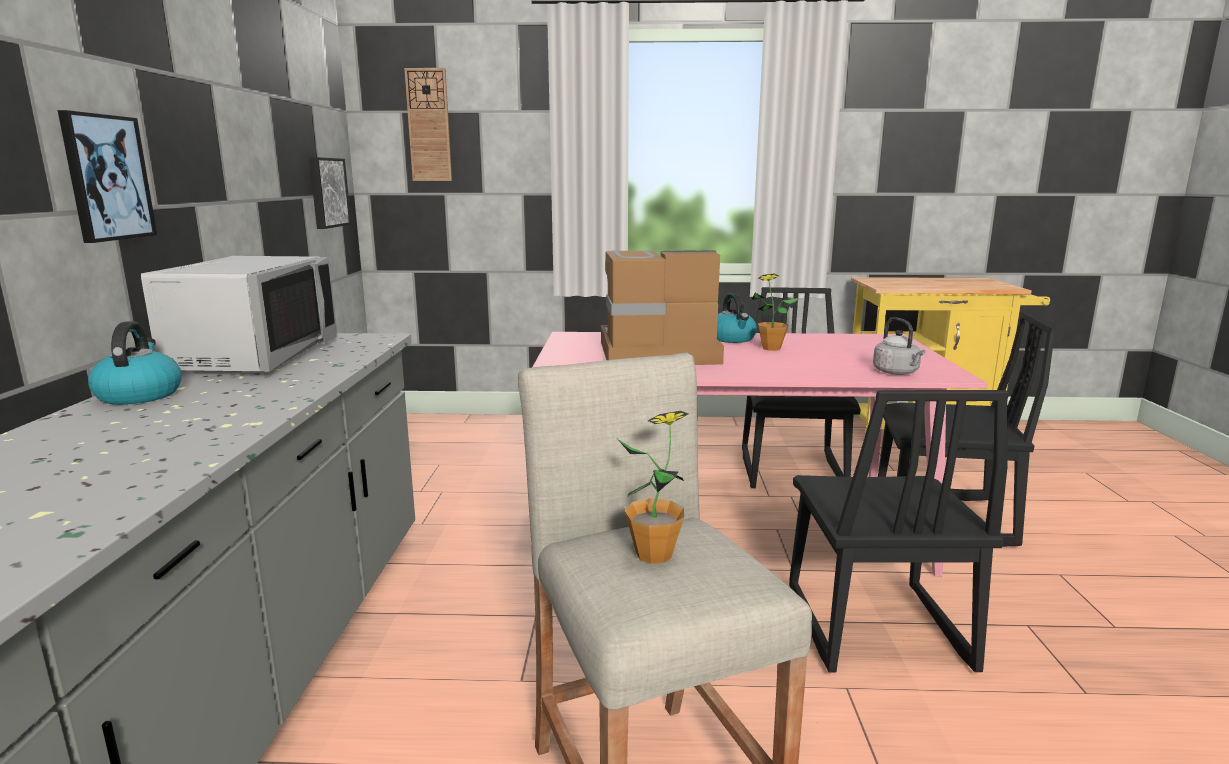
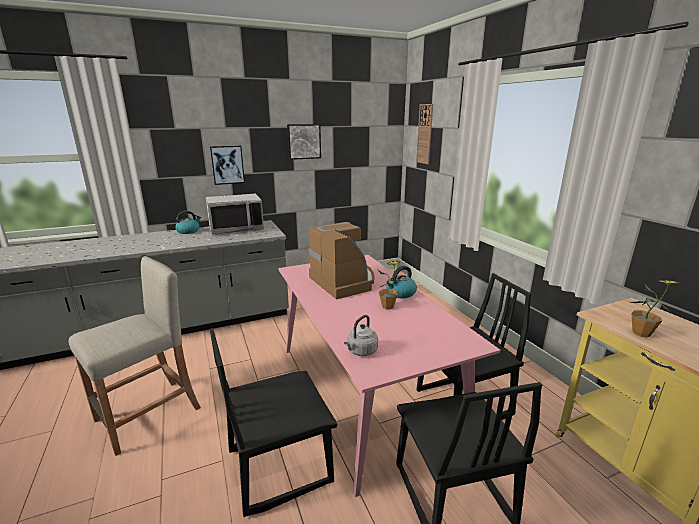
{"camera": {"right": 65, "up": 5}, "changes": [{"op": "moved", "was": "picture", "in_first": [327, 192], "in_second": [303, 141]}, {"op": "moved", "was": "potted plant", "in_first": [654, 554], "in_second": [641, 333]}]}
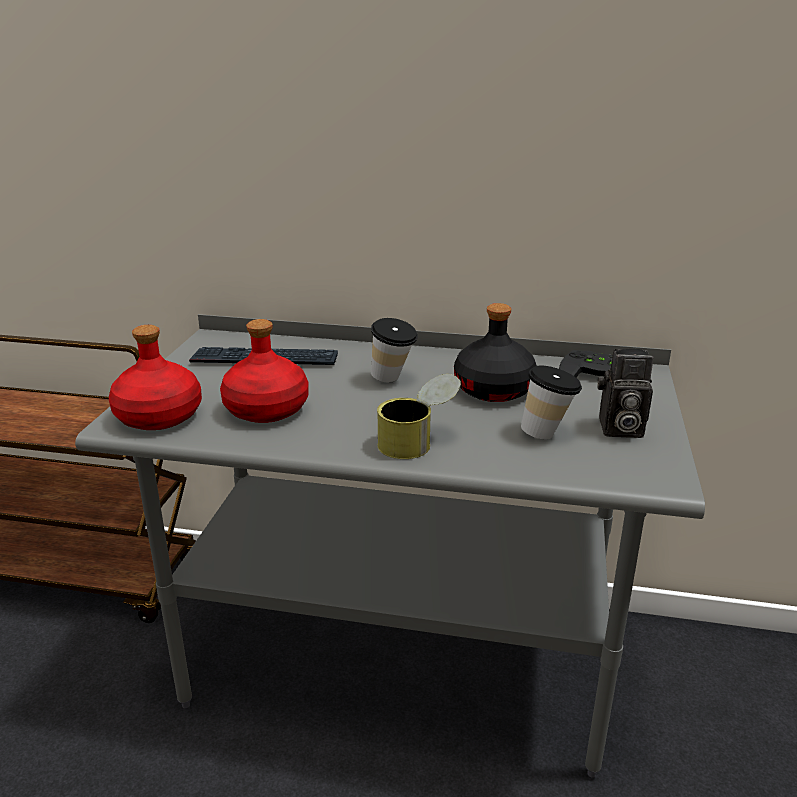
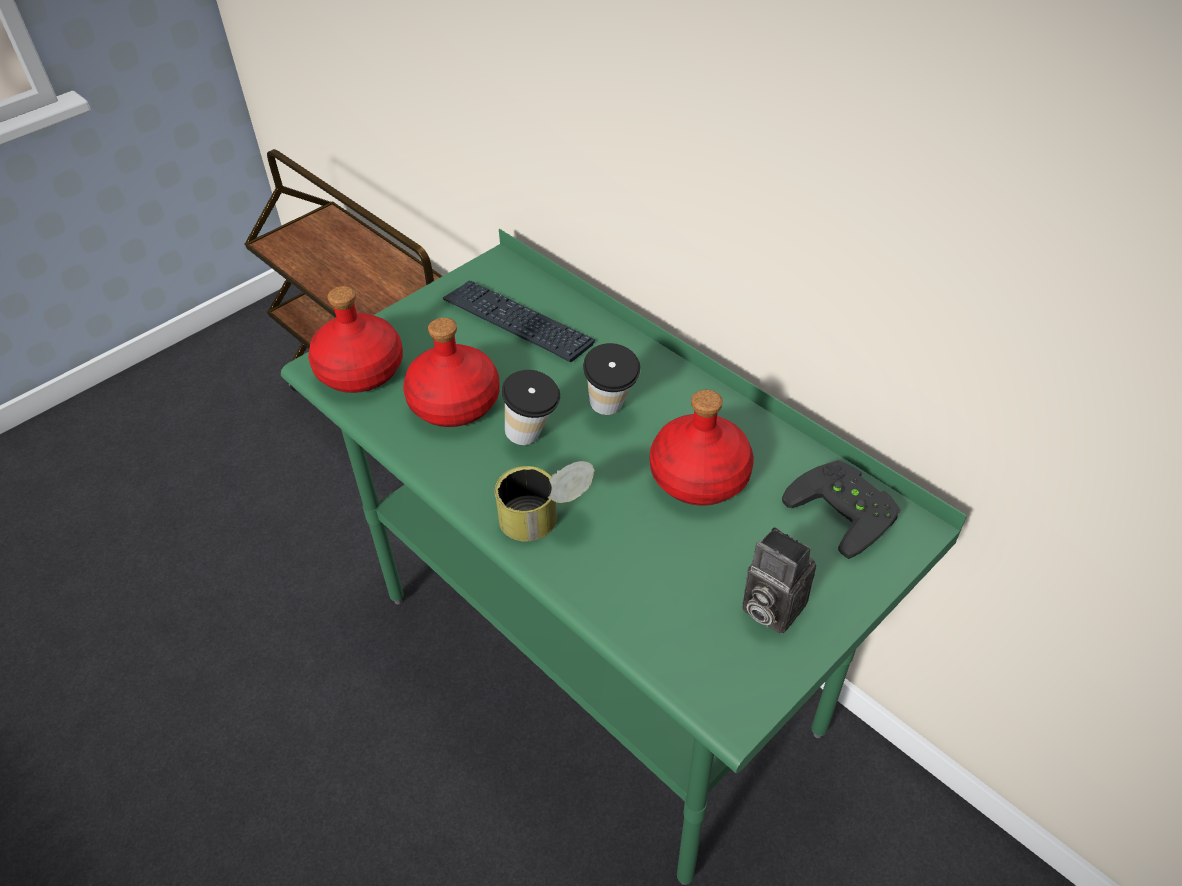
{"camera": {"right": 35, "up": 20}, "changes": [{"op": "recoloured", "was": "desk in grey", "now": "desk in green", "in_first": [399, 664], "in_second": [597, 662]}, {"op": "moved", "was": "cup", "in_first": [547, 433], "in_second": [533, 438]}, {"op": "recoloured", "was": "bottle in black", "now": "bottle in red", "in_first": [494, 389], "in_second": [700, 477]}]}
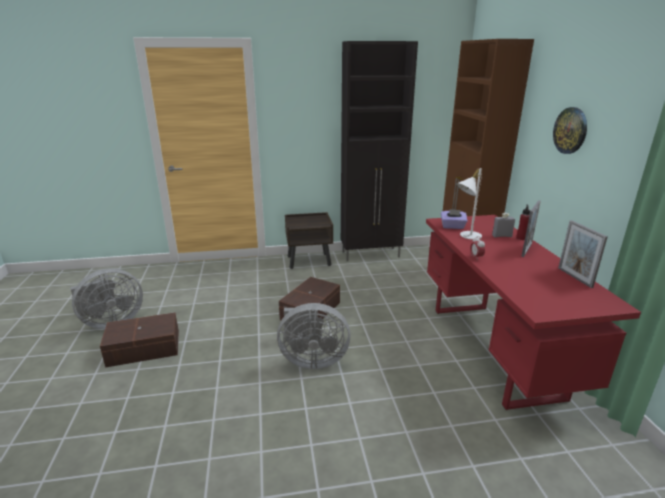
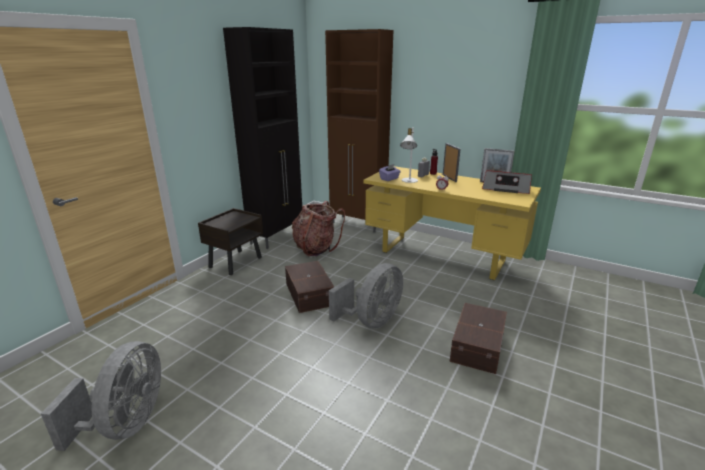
{"camera": {"right": -50, "up": 0}, "changes": [{"op": "added", "now": "backpack", "in_second": [316, 248]}, {"op": "recoloured", "was": "desk in red", "now": "desk in yellow", "in_first": [493, 349], "in_second": [443, 256]}, {"op": "moved", "was": "storage box in brown", "in_first": [144, 349], "in_second": [478, 346]}, {"op": "added", "now": "radio", "in_second": [505, 188]}, {"op": "removed", "was": "wall clock", "in_first": [570, 130]}]}
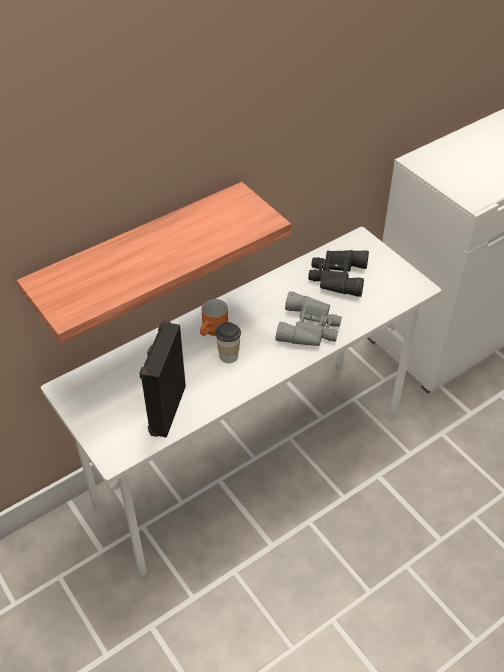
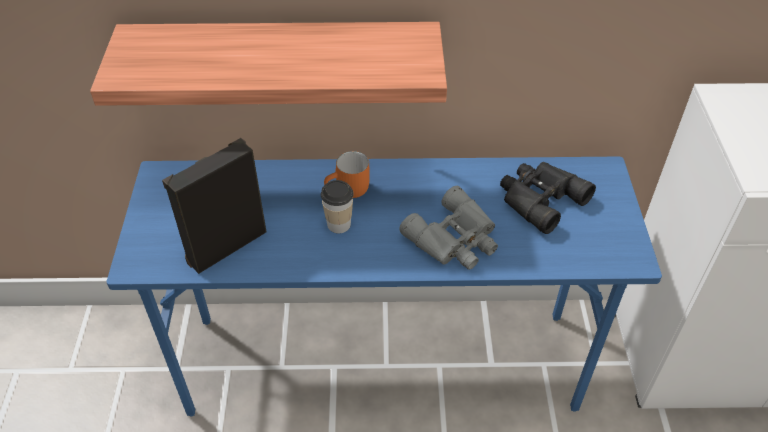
{"camera": {"right": 35, "up": 0}, "changes": [{"op": "recoloured", "was": "desk in white", "now": "desk in blue", "in_first": [251, 457], "in_second": [384, 362]}]}
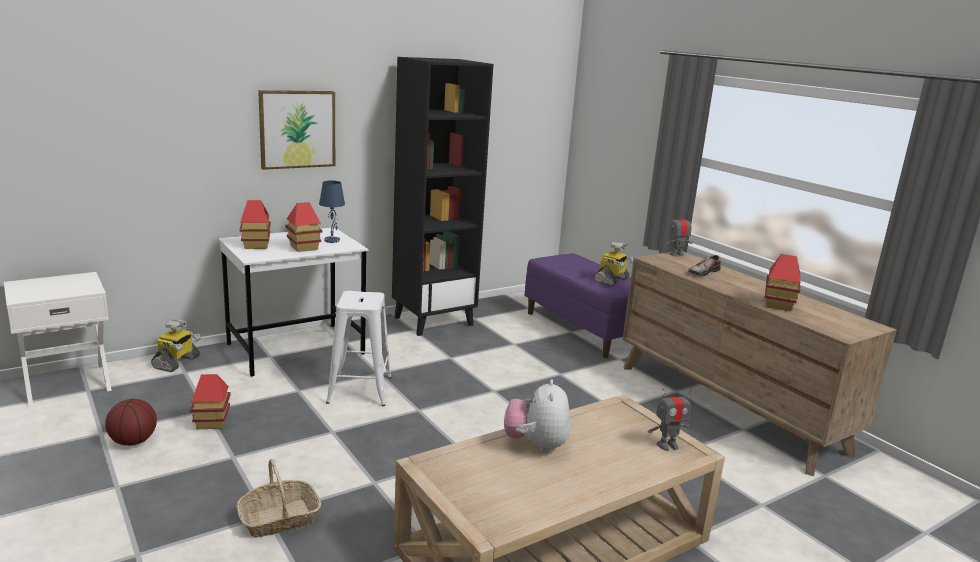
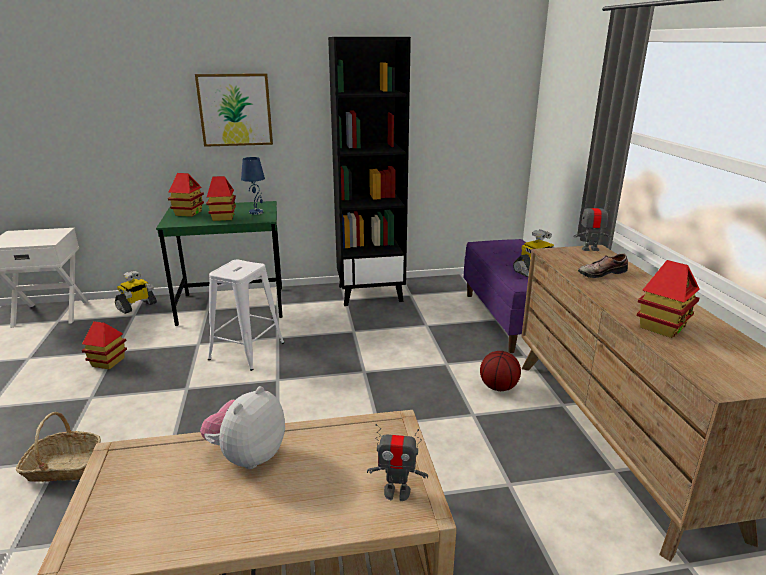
{"camera": {"right": 25, "up": 5}, "changes": [{"op": "recoloured", "was": "desk in white", "now": "desk in green", "in_first": [296, 349], "in_second": [233, 306]}, {"op": "moved", "was": "basketball", "in_first": [133, 442], "in_second": [498, 387]}]}
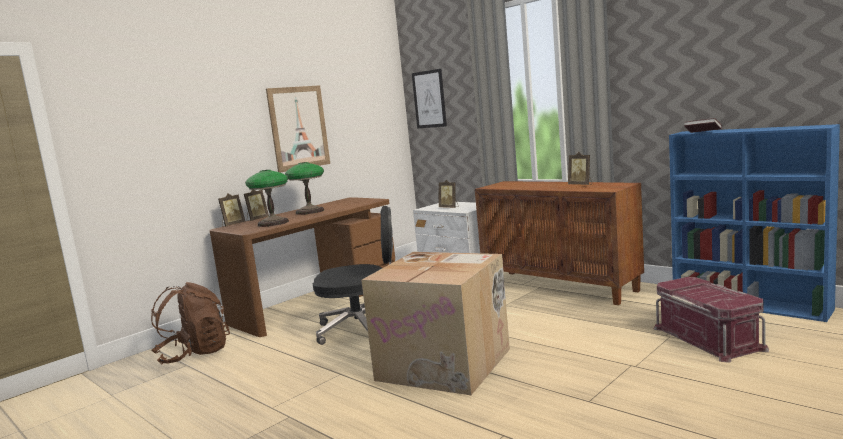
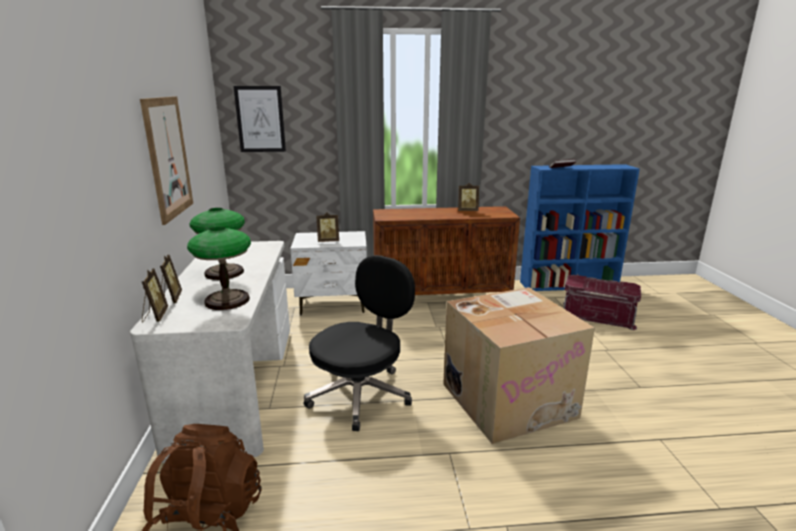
{"camera": {"right": -50, "up": 10}, "changes": [{"op": "recoloured", "was": "desk in brown", "now": "desk in white", "in_first": [317, 302], "in_second": [237, 383]}]}
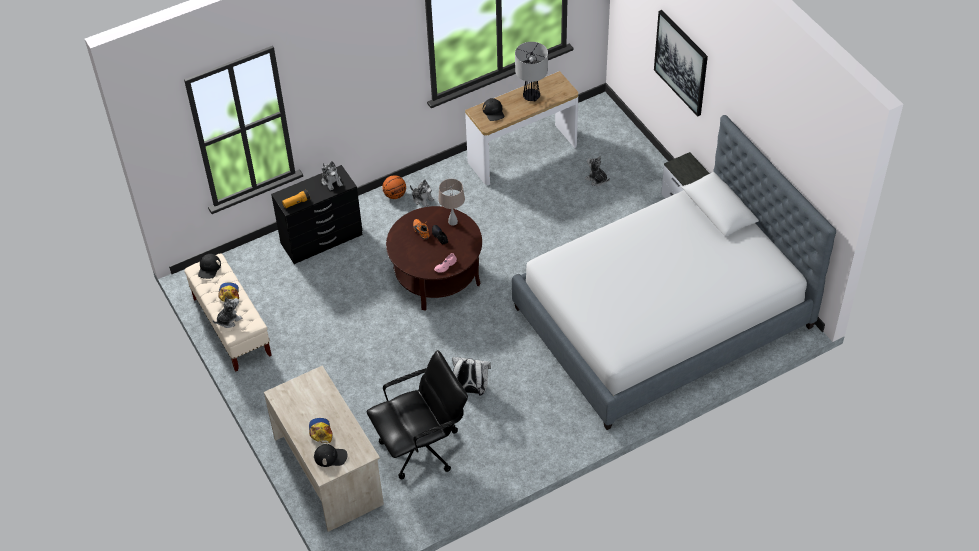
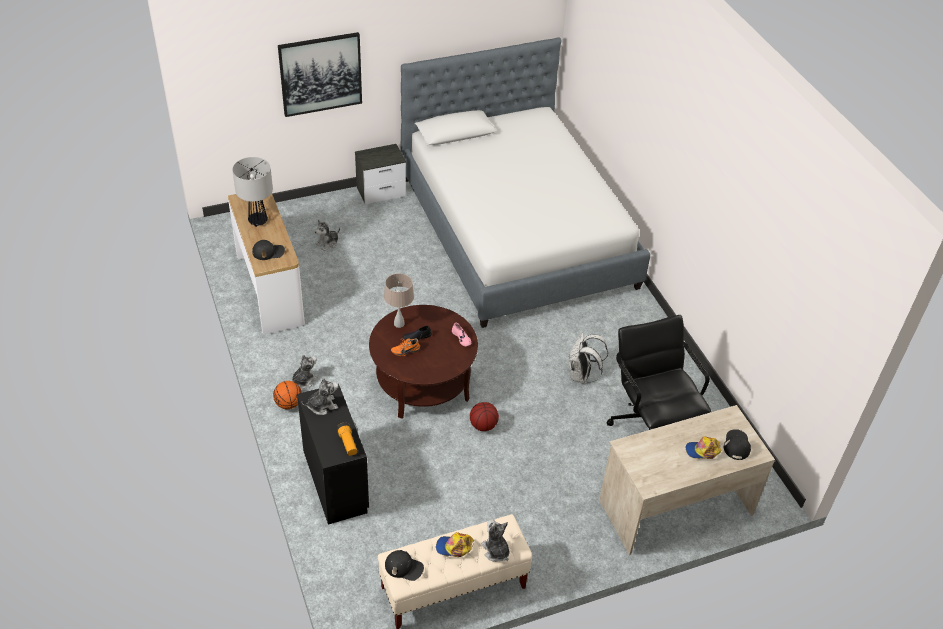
{"camera": {"right": -85, "up": -5}, "changes": [{"op": "added", "now": "basketball", "in_second": [483, 425]}]}
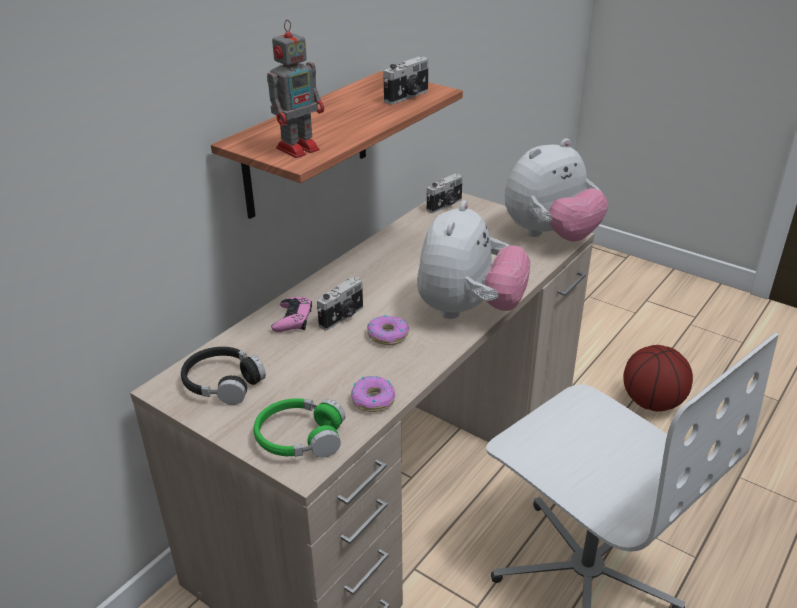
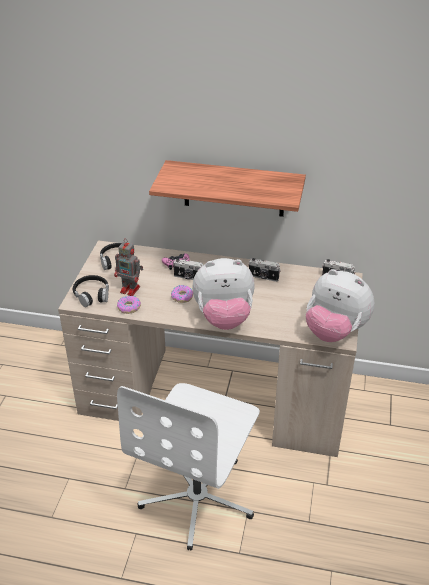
{"camera": {"right": 65, "up": 5}, "changes": [{"op": "recoloured", "was": "headphones in green", "now": "headphones in black", "in_first": [299, 438], "in_second": [92, 295]}, {"op": "moved", "was": "toy robot", "in_first": [299, 148], "in_second": [131, 289]}, {"op": "moved", "was": "photo camera", "in_first": [408, 96], "in_second": [263, 277]}, {"op": "removed", "was": "basketball", "in_first": [652, 403]}]}
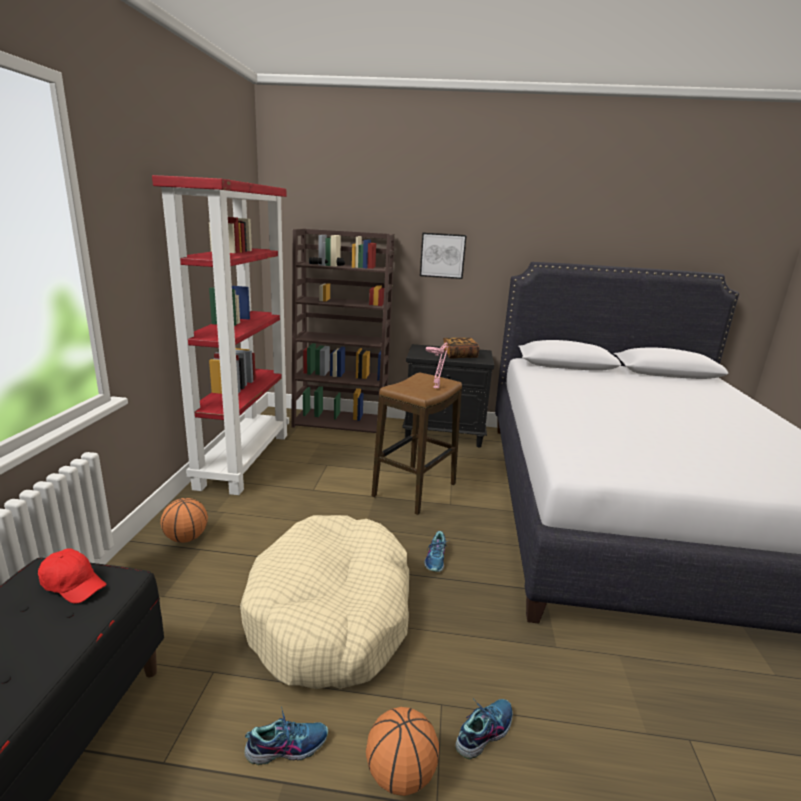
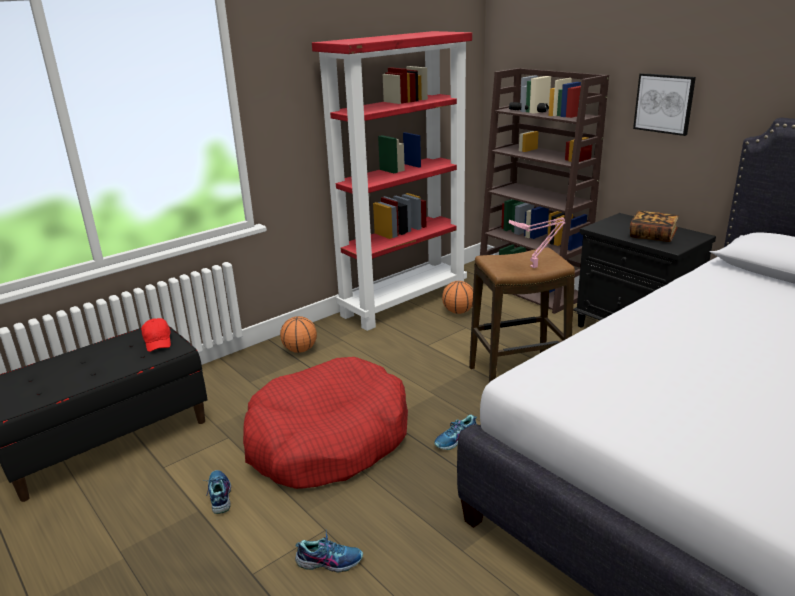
{"camera": {"right": 45, "up": 5}, "changes": [{"op": "turned", "was": "shoe", "in_first": [287, 746], "in_second": [219, 495], "clockwise": -135}, {"op": "recoloured", "was": "dog bed in beige", "now": "dog bed in red", "in_first": [331, 614], "in_second": [328, 440]}, {"op": "moved", "was": "basketball", "in_first": [400, 774], "in_second": [458, 312]}]}
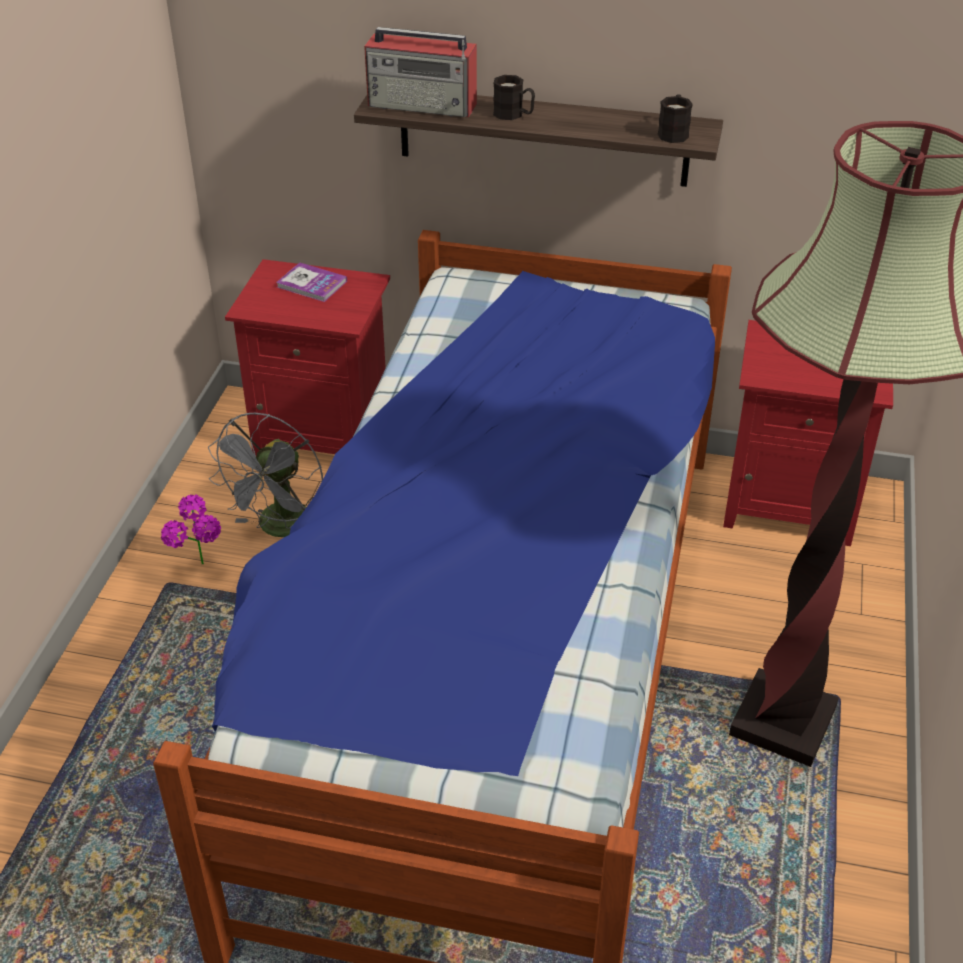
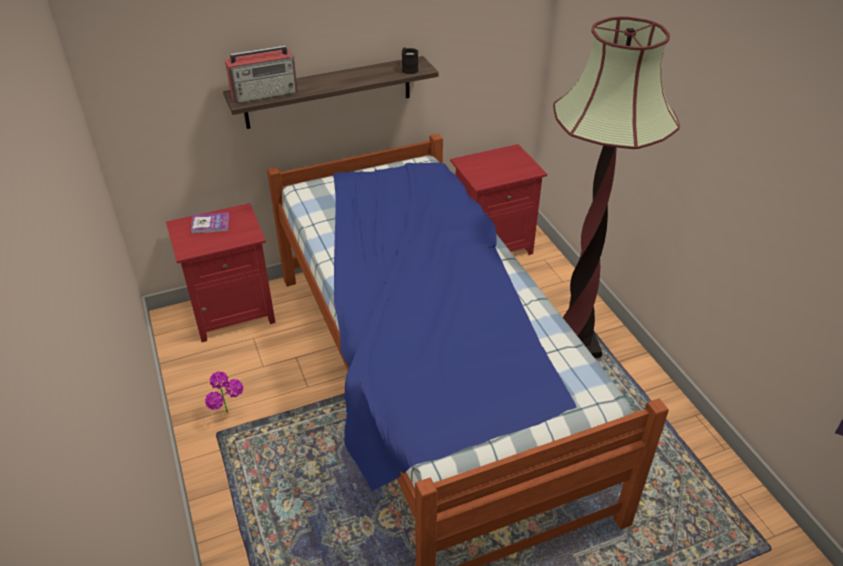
{"camera": {"right": -35, "up": 0}, "changes": [{"op": "removed", "was": "fan in grey", "in_first": [281, 529]}, {"op": "removed", "was": "mug in black", "in_first": [514, 115]}]}
